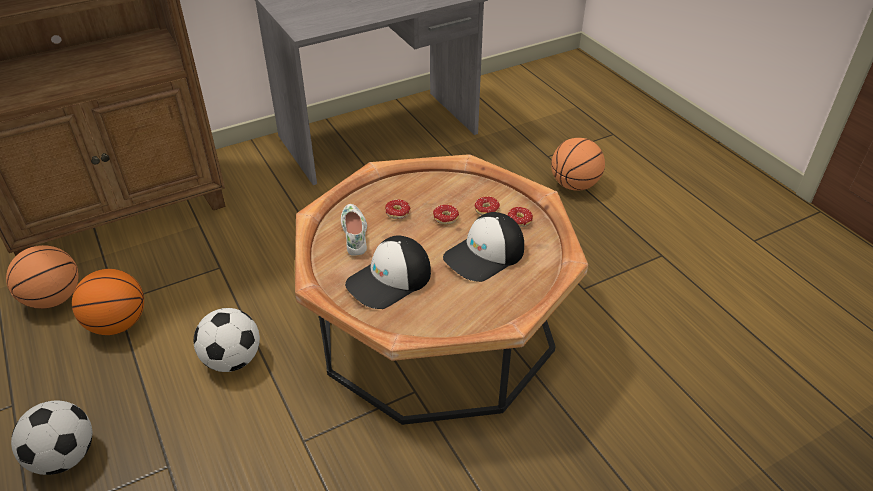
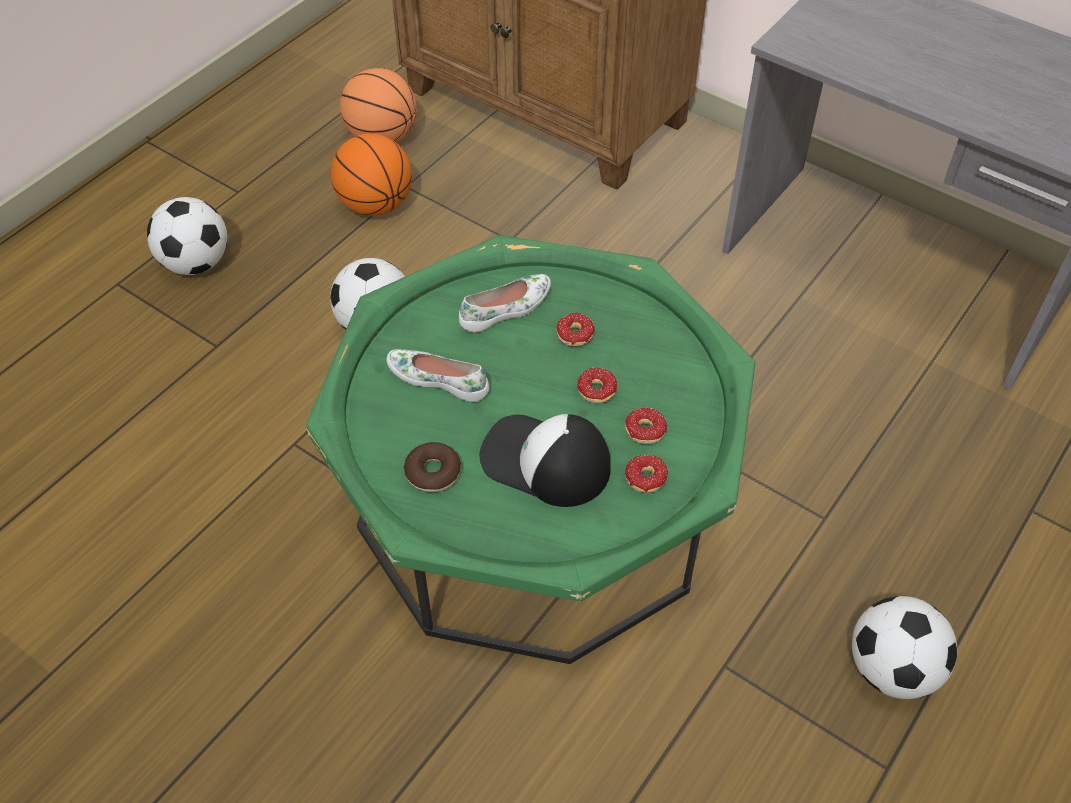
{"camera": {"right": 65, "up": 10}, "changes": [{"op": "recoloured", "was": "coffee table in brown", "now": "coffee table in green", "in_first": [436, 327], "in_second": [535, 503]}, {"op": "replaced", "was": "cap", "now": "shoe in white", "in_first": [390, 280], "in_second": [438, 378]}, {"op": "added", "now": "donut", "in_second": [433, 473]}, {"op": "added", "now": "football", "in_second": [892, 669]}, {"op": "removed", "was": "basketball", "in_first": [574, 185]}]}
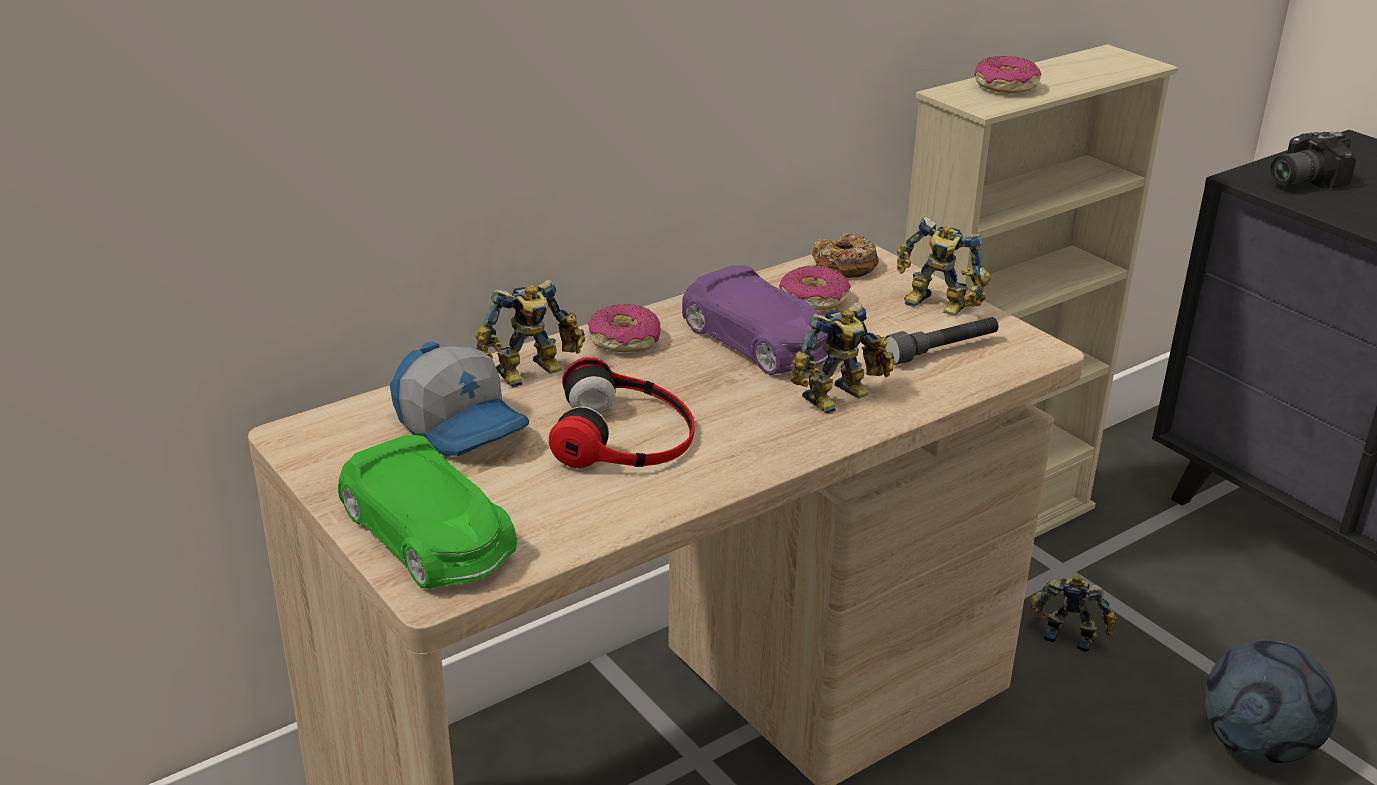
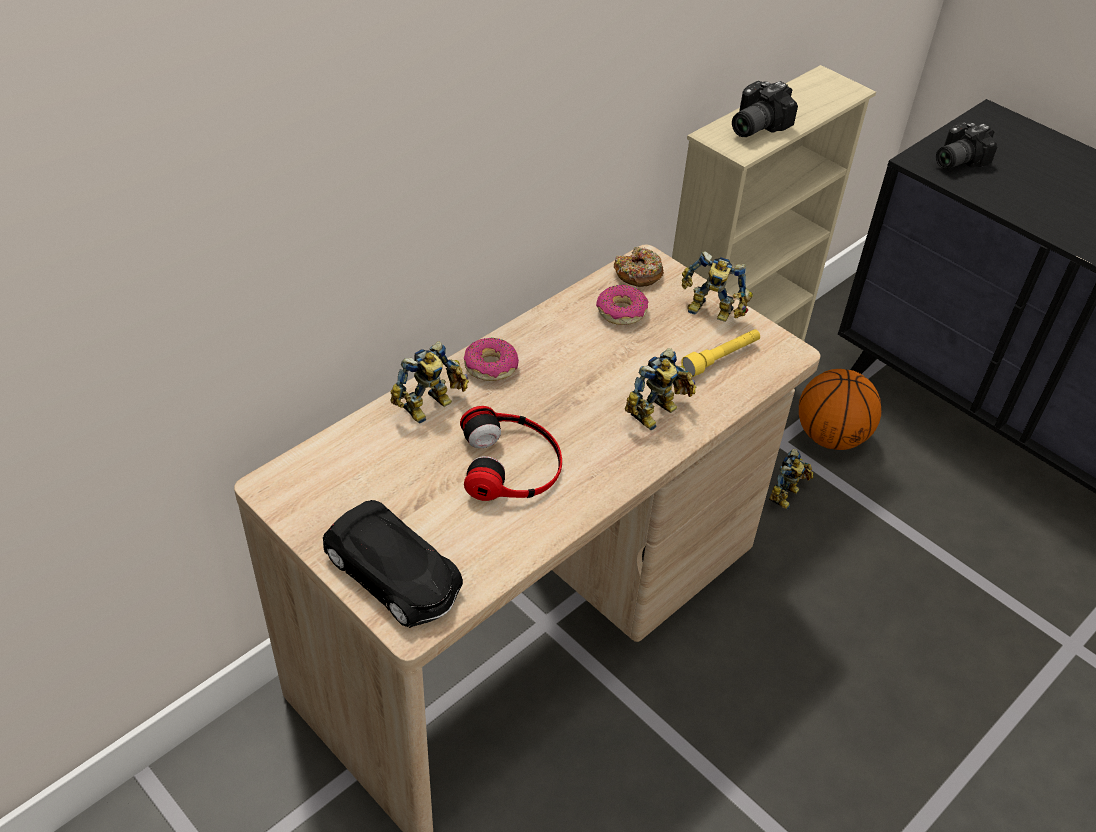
{"camera": {"right": -10, "up": 15}, "changes": [{"op": "recoloured", "was": "toy car in green", "now": "toy car in black", "in_first": [428, 535], "in_second": [394, 575]}, {"op": "recoloured", "was": "flashlight in grey", "now": "flashlight in yellow", "in_first": [941, 350], "in_second": [721, 358]}, {"op": "replaced", "was": "donut", "now": "photo camera", "in_first": [1005, 86], "in_second": [753, 126]}, {"op": "turned", "was": "toy robot", "in_first": [1068, 634], "in_second": [787, 496], "clockwise": 105}, {"op": "added", "now": "basketball", "in_second": [831, 437]}, {"op": "removed", "was": "cap", "in_first": [463, 425]}, {"op": "removed", "was": "toy car in purple", "in_first": [759, 341]}, {"op": "removed", "was": "football", "in_first": [1257, 747]}]}
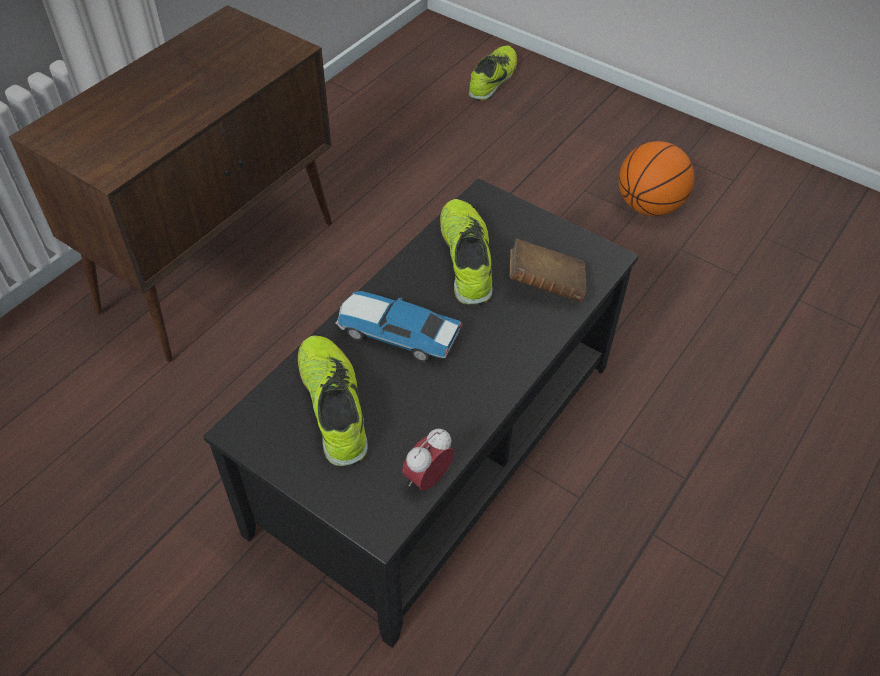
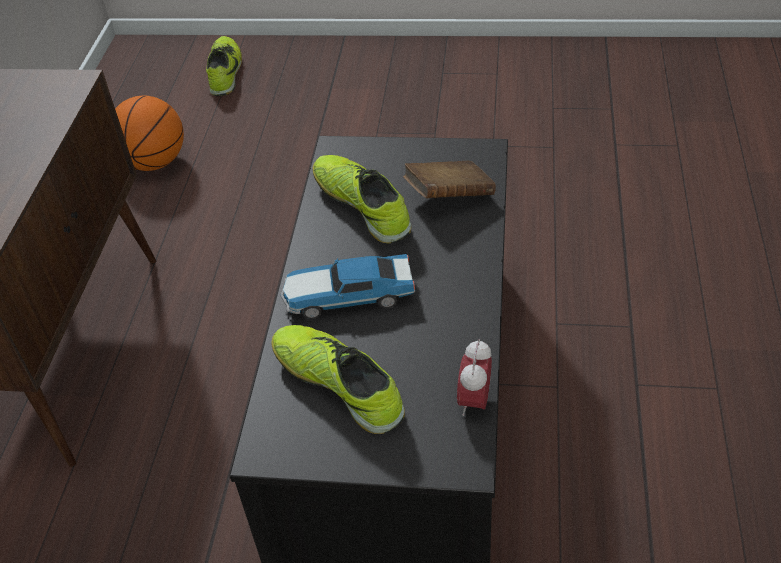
{"camera": {"right": -25, "up": -5}, "changes": [{"op": "moved", "was": "basketball", "in_first": [648, 206], "in_second": [154, 162]}]}
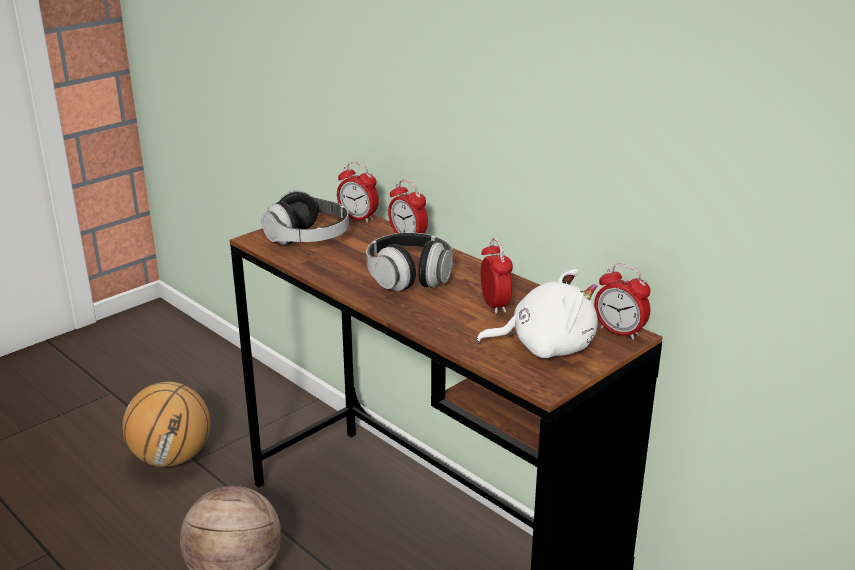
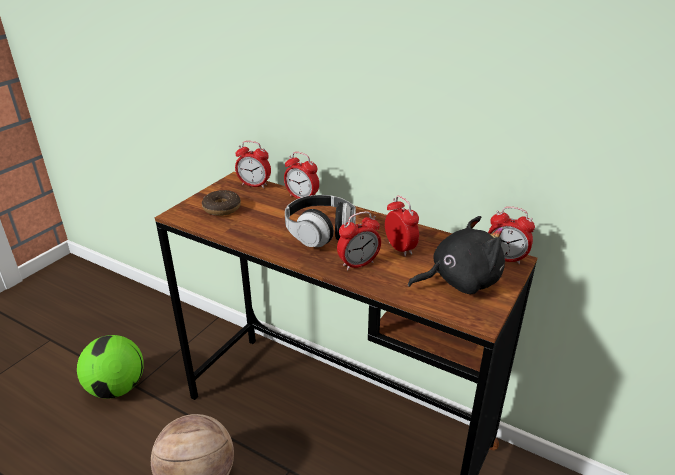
{"camera": {"right": -15, "up": 5}, "changes": [{"op": "replaced", "was": "basketball", "now": "football", "in_first": [172, 458], "in_second": [117, 387]}, {"op": "replaced", "was": "headphones", "now": "donut", "in_first": [308, 239], "in_second": [222, 208]}, {"op": "added", "now": "alarm clock", "in_second": [358, 264]}, {"op": "recoloured", "was": "plush toy in white", "now": "plush toy in black", "in_first": [545, 347], "in_second": [459, 281]}]}
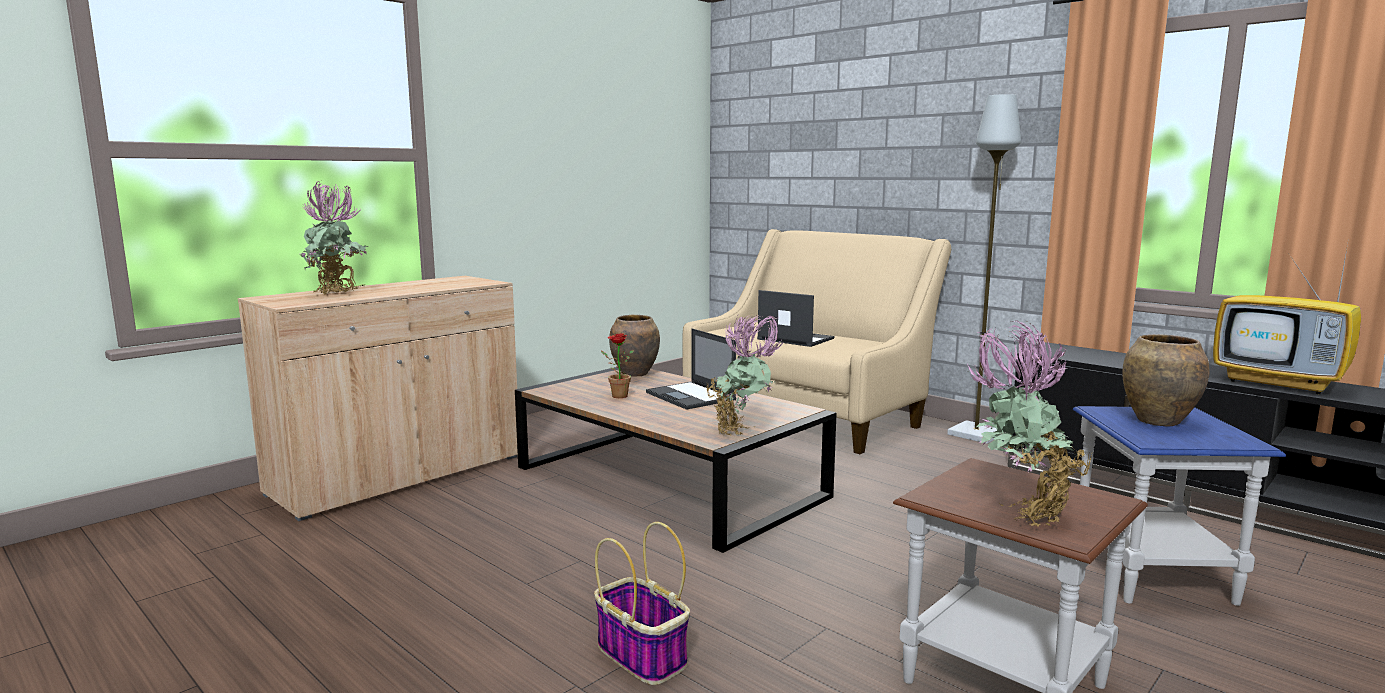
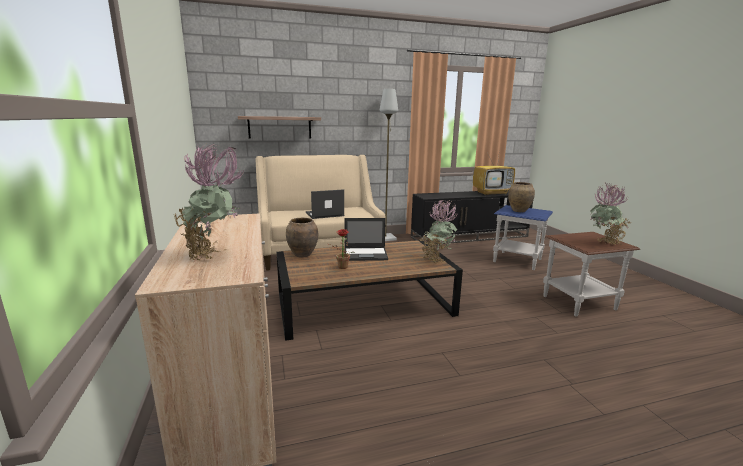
{"camera": {"right": -60, "up": 5}, "changes": [{"op": "added", "now": "shelf", "in_second": [280, 127]}, {"op": "removed", "was": "basket", "in_first": [643, 656]}]}
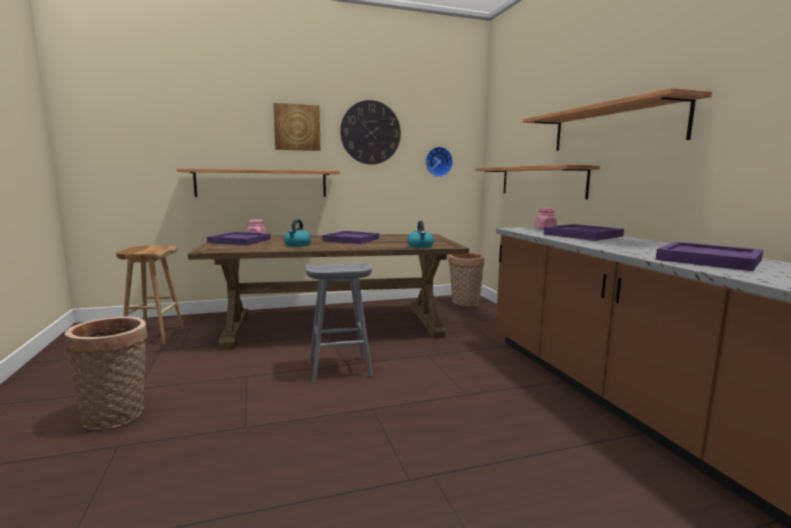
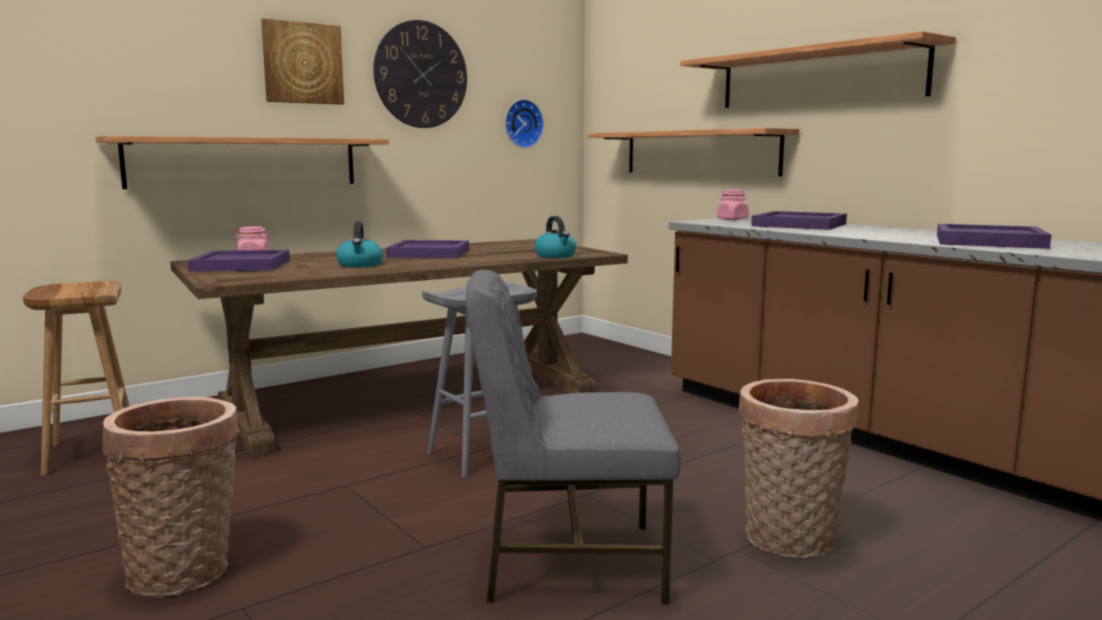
{"camera": {"right": -20, "up": 0}, "changes": [{"op": "added", "now": "chair in grey", "in_second": [569, 563]}, {"op": "moved", "was": "basket", "in_first": [464, 303], "in_second": [789, 541]}]}
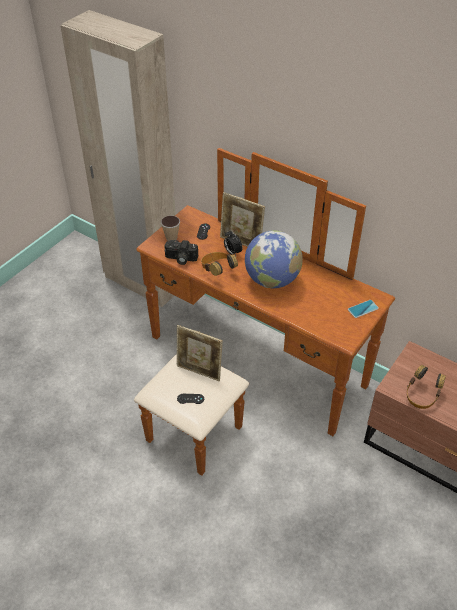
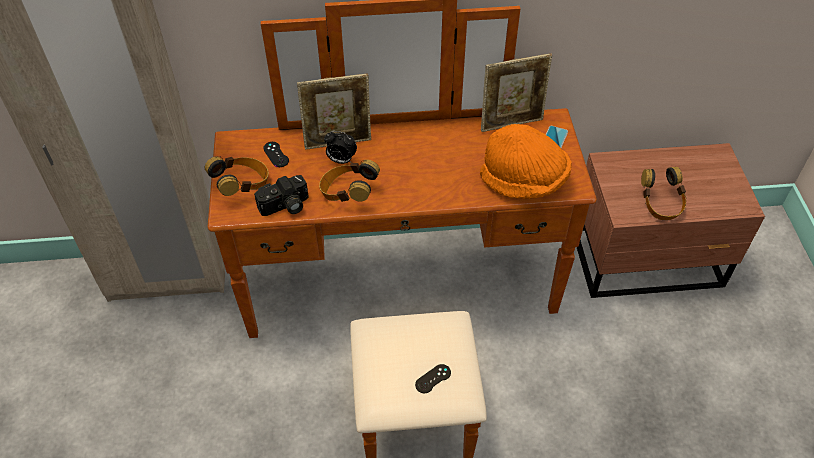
{"camera": {"right": -40, "up": 5}, "changes": [{"op": "replaced", "was": "cup", "now": "headphones", "in_first": [171, 237], "in_second": [242, 186]}, {"op": "added", "now": "hat in orange", "in_second": [524, 181]}, {"op": "moved", "was": "picture frame", "in_first": [199, 371], "in_second": [511, 123]}, {"op": "removed", "was": "globe", "in_first": [272, 280]}]}
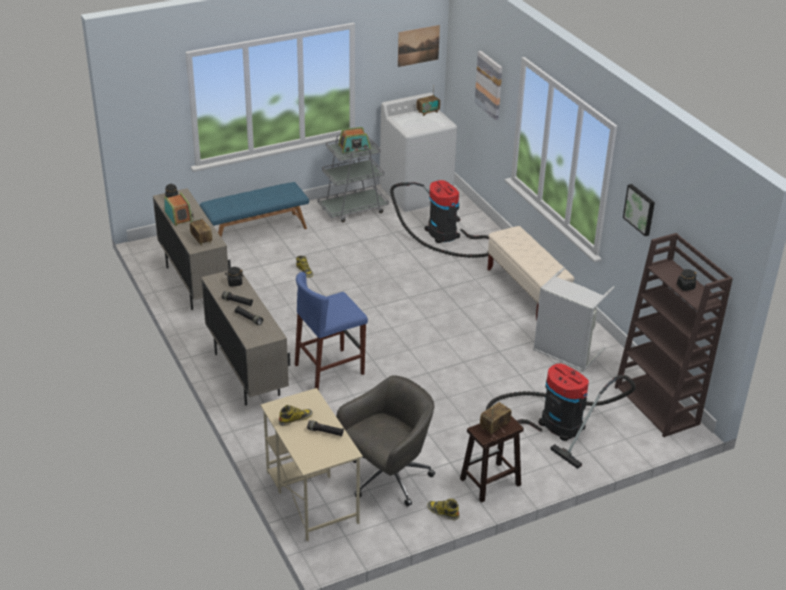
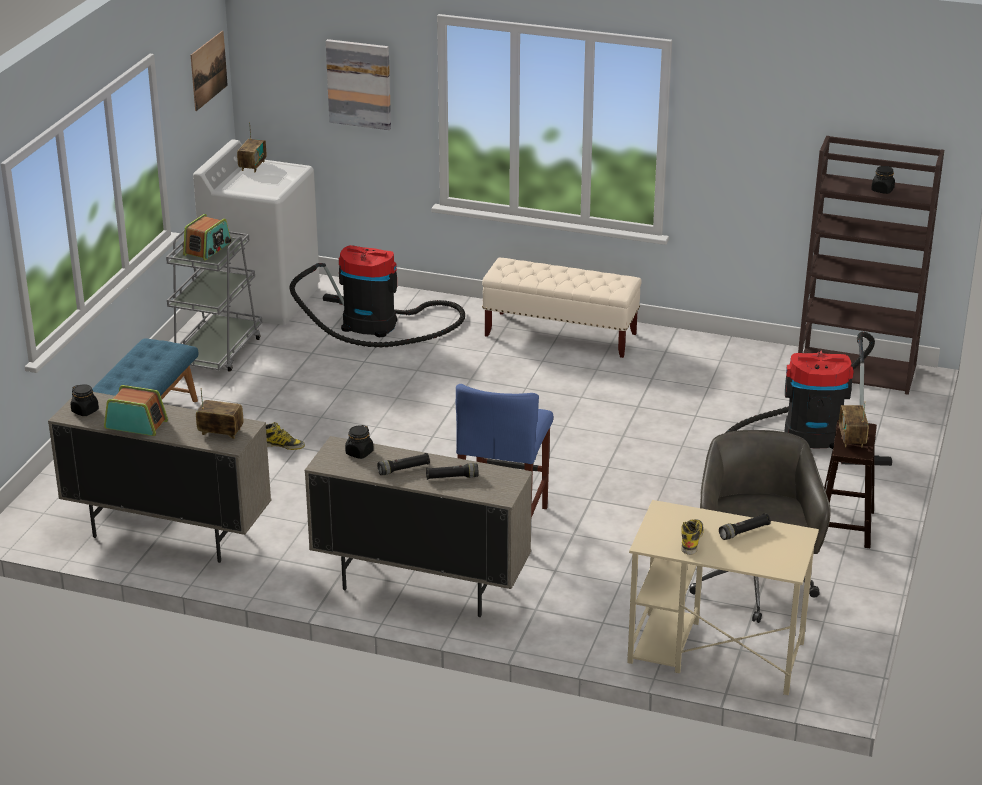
{"camera": {"right": -45, "up": -5}, "changes": [{"op": "removed", "was": "boot", "in_first": [443, 512]}, {"op": "removed", "was": "laundry basket in grey", "in_first": [565, 353]}, {"op": "removed", "was": "picture", "in_first": [640, 209]}]}
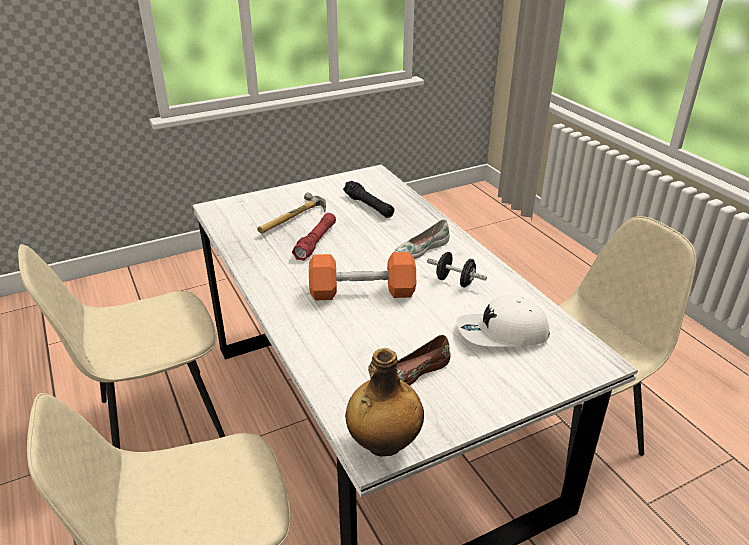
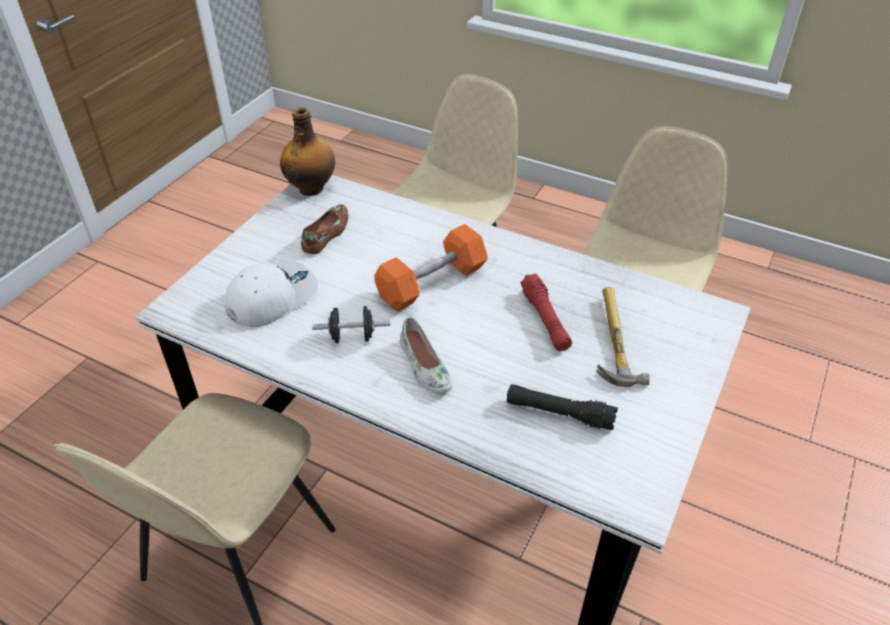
{"camera": {"right": 145, "up": 10}, "changes": [{"op": "turned", "was": "shoe in white", "in_first": [421, 249], "in_second": [424, 366], "clockwise": 135}]}
